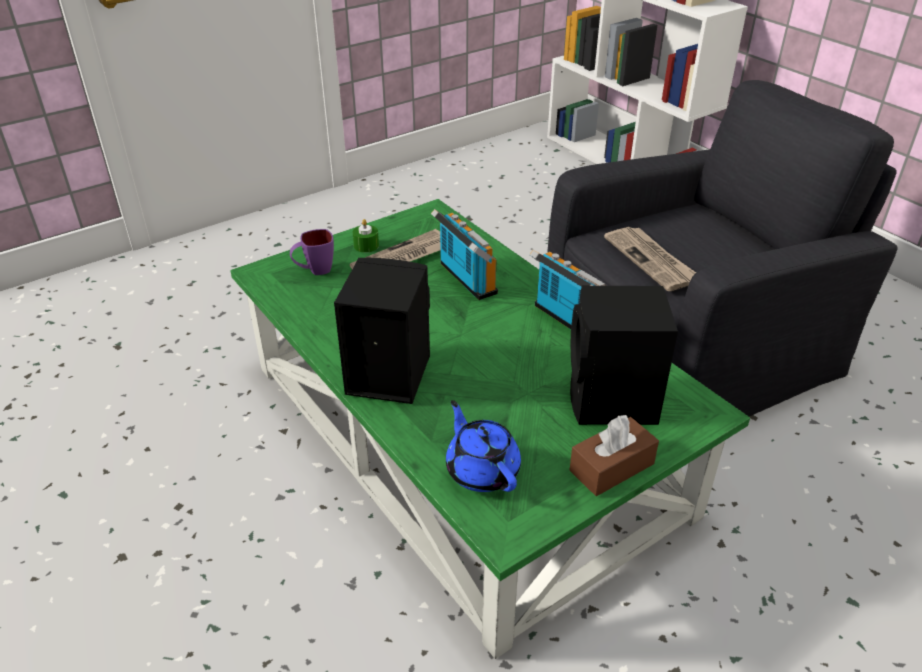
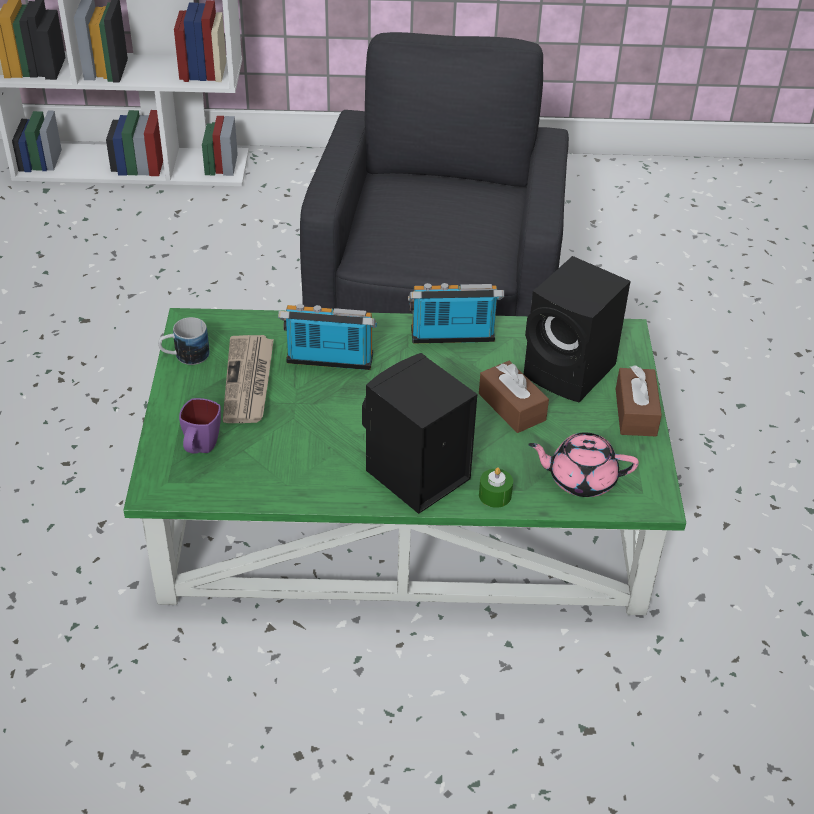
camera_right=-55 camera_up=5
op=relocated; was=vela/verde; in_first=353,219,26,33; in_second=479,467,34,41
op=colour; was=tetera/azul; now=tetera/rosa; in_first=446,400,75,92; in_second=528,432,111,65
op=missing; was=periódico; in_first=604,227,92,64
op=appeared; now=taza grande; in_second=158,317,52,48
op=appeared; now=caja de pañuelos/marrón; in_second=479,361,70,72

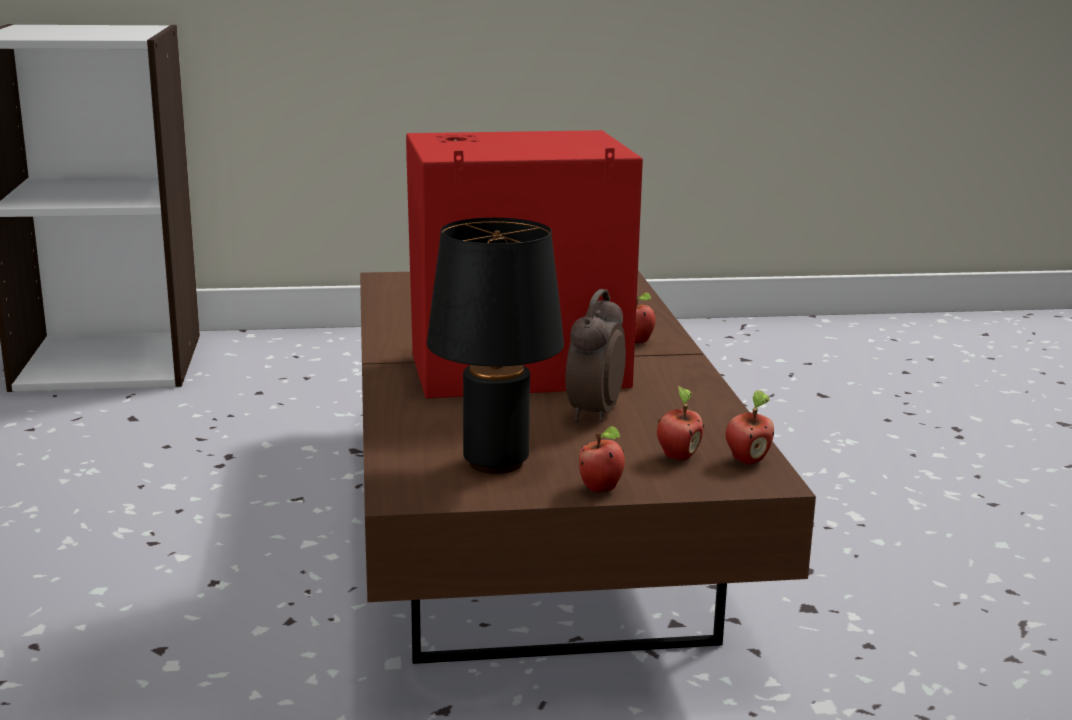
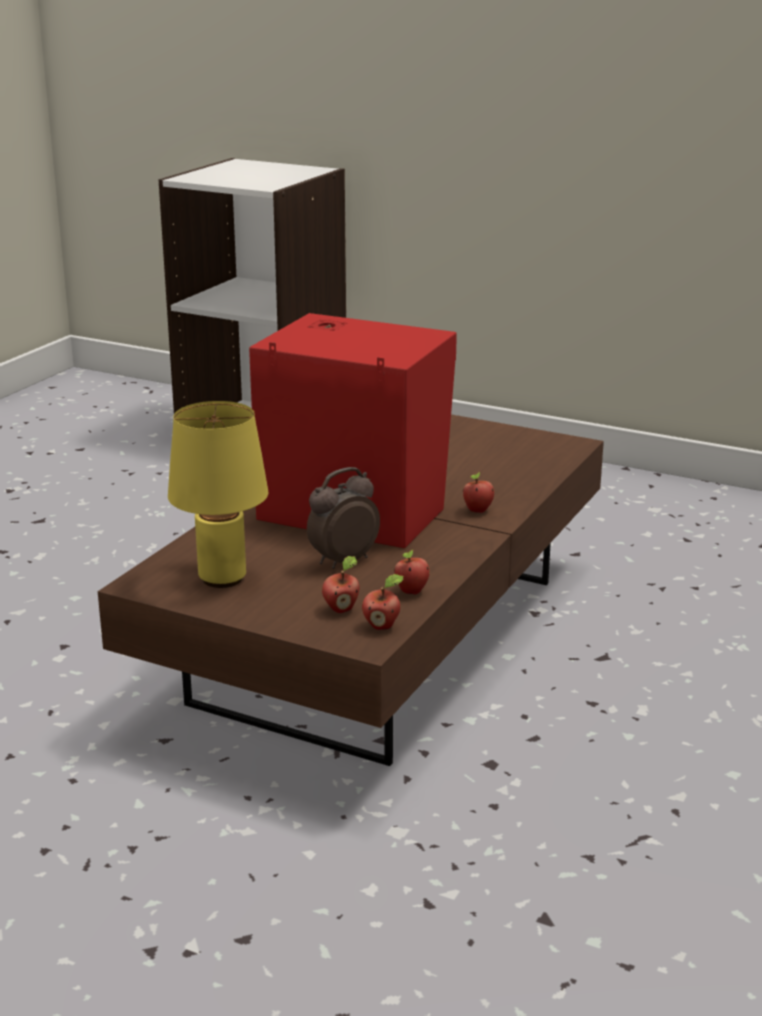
camera_right=35 camera_up=5
op=colour; was=lámpara de mesa/negro; now=lámpara de mesa/amarillo; in_first=427,218,137,256; in_second=168,401,100,187
op=relocated; was=manzana; in_first=579,426,46,67; in_second=394,549,36,45

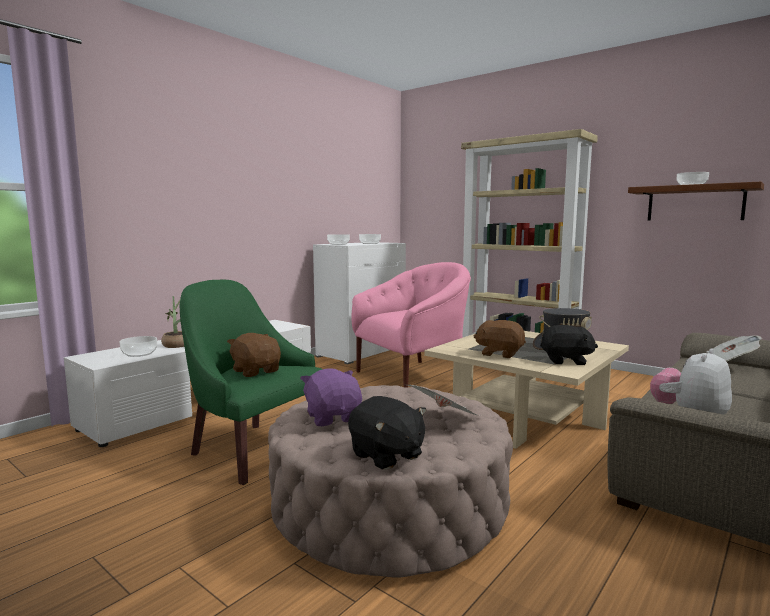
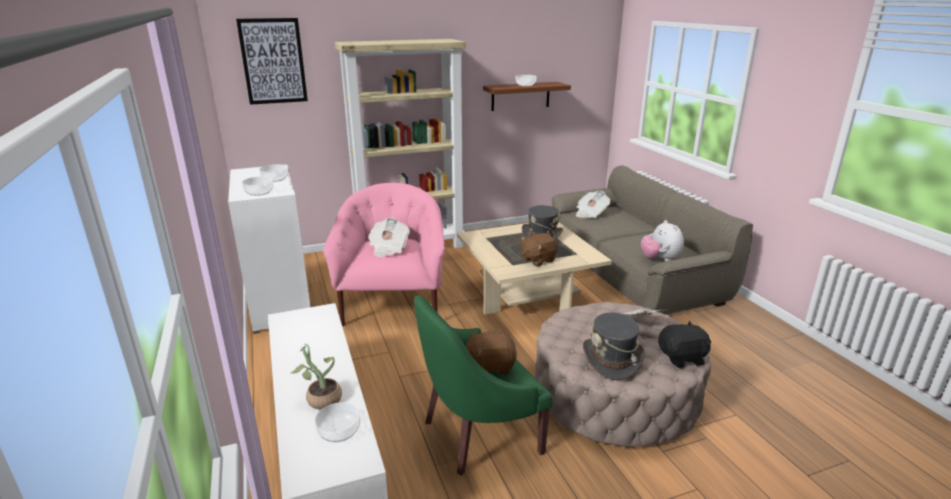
camera_right=-60 camera_up=15
op=exchanged; was=peluche/morado; now=sombrero/gris; in_first=300,368,62,58; in_second=583,312,62,68
op=missing; was=peluche/negro; in_first=540,325,58,40
op=appeared; now=cuadro; in_second=236,18,72,87
op=appeared; now=periódico; in_second=368,218,42,39

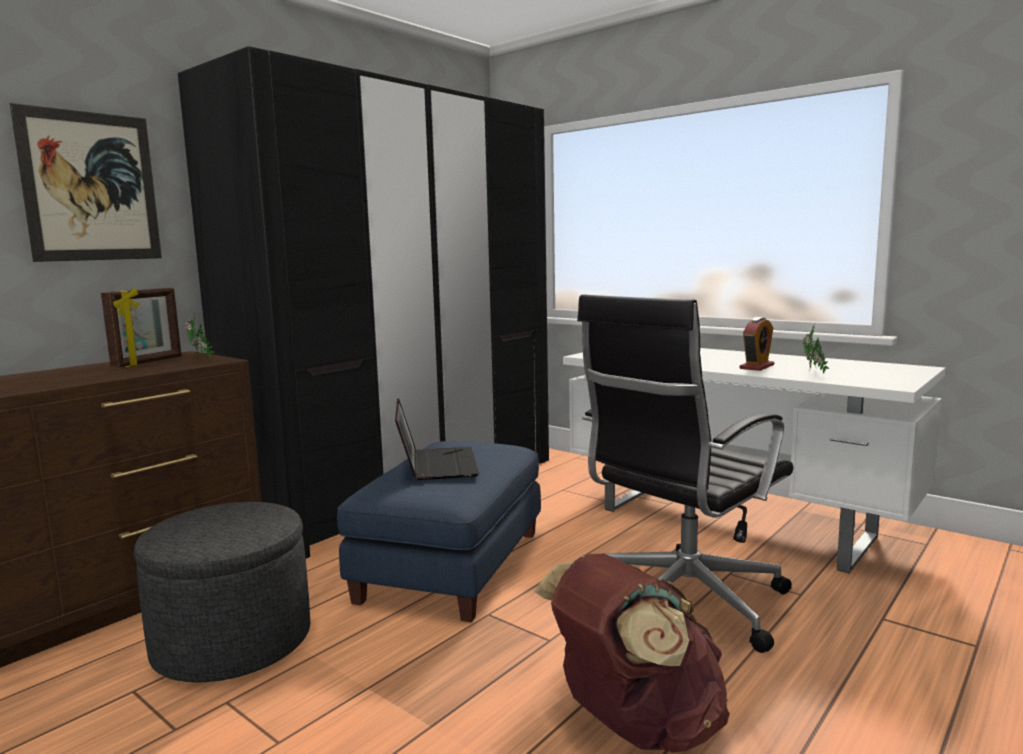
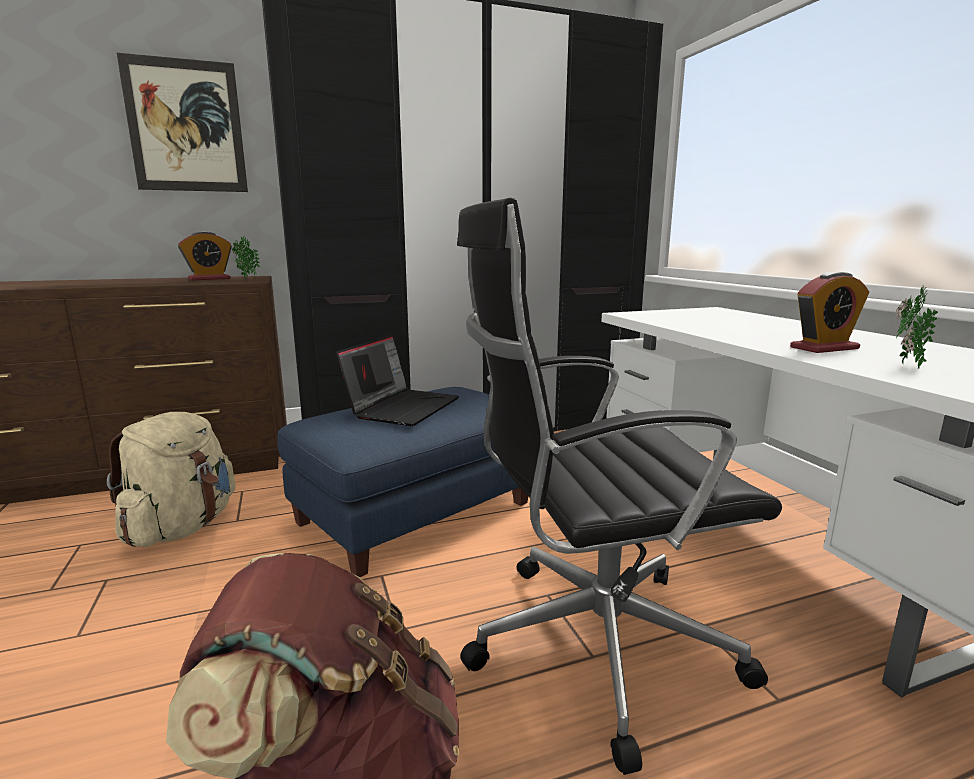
camera_right=30 camera_up=5
op=exchanged; was=portarretratos; now=despertador; in_first=101,288,81,79; in_second=178,231,54,49
op=exchanged; was=puf/gris; now=mochila/beis; in_first=134,502,176,180; in_second=107,412,129,135

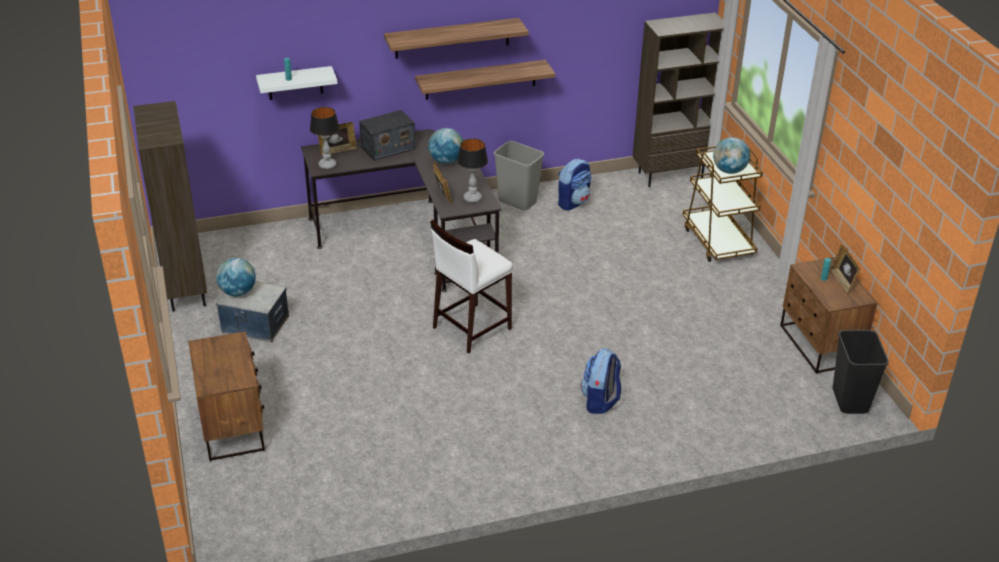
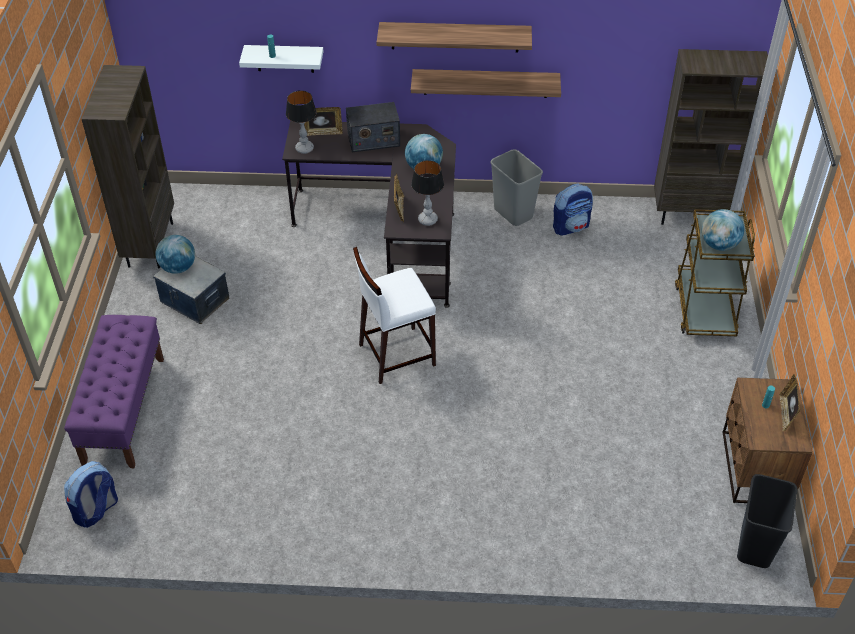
camera_right=20 camera_up=10
op=exchanged; was=mesita de noche/marrón; now=banco/morado; in_first=188,331,77,130; in_second=64,315,100,153
op=relocated; was=mochila; in_first=581,348,40,66; in_second=64,461,54,67

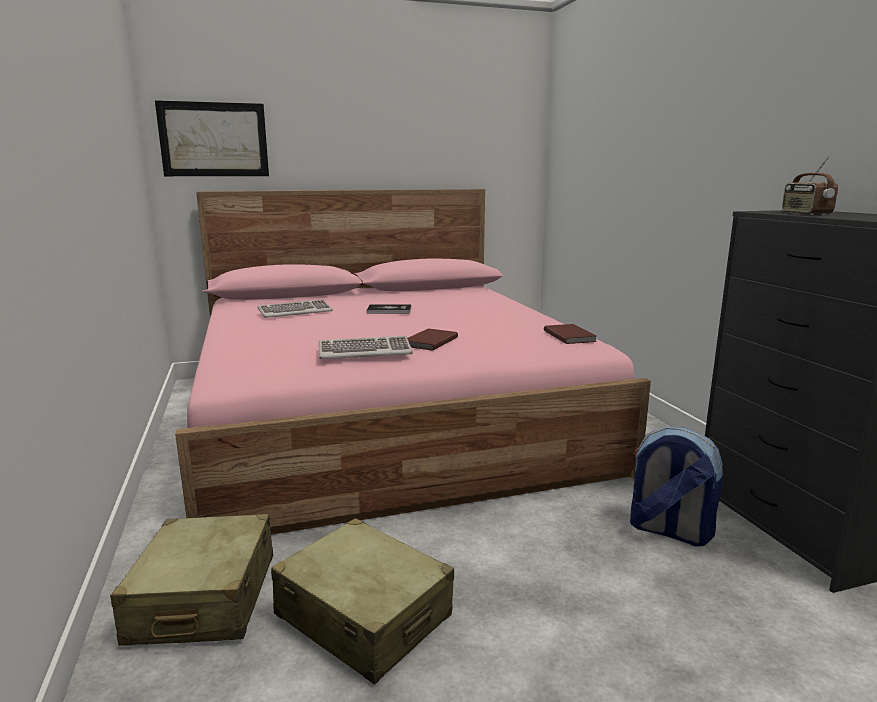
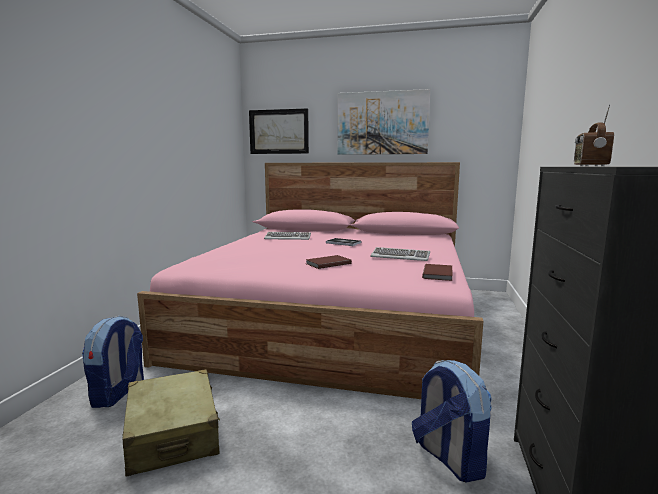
camera_right=30 camera_up=-5
op=exchanged; was=maleta/beis; now=mochila; in_first=110,514,163,132; in_second=82,316,62,92
op=relocated; was=teclado; in_first=319,336,94,23; in_second=370,247,60,14
op=appeared; now=cuadro; in_second=338,89,92,66

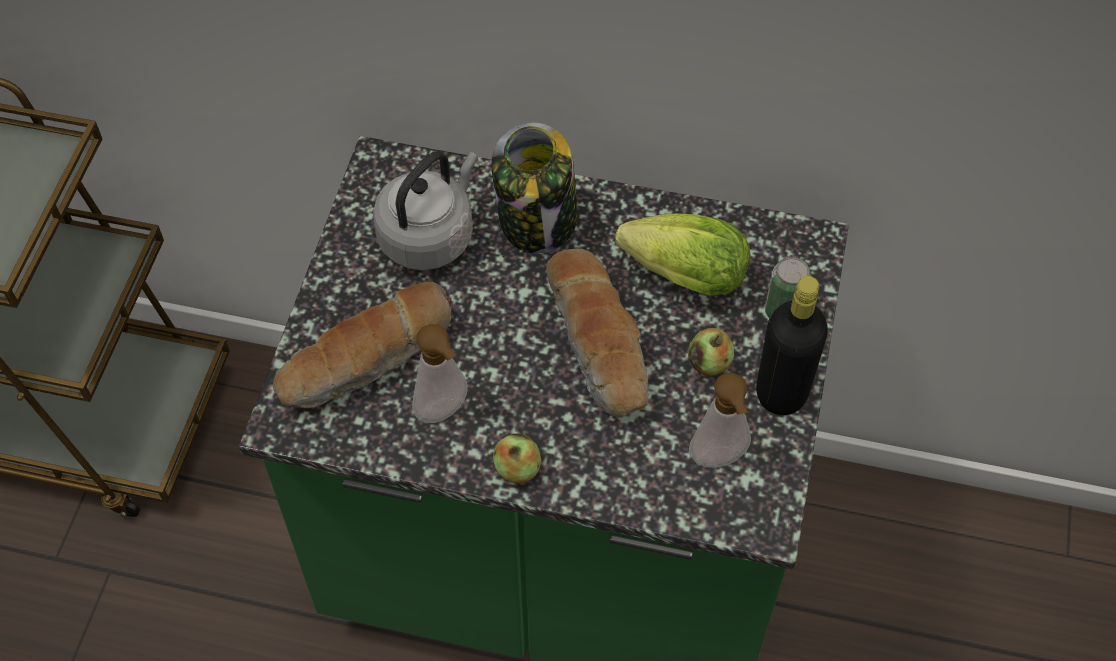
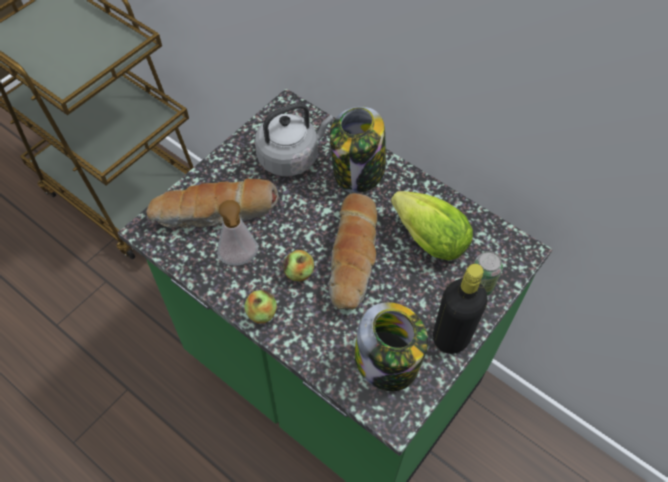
camera_right=25 camera_up=0
op=relocated; was=manzana; in_first=688,328,46,48; in_second=283,250,31,32
op=exchanged; was=dispensador de jabón; now=tarro; in_first=689,373,62,95; in_second=355,302,73,89

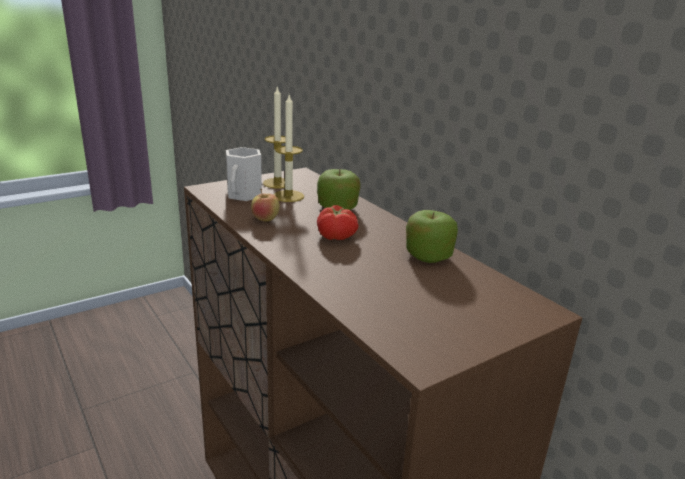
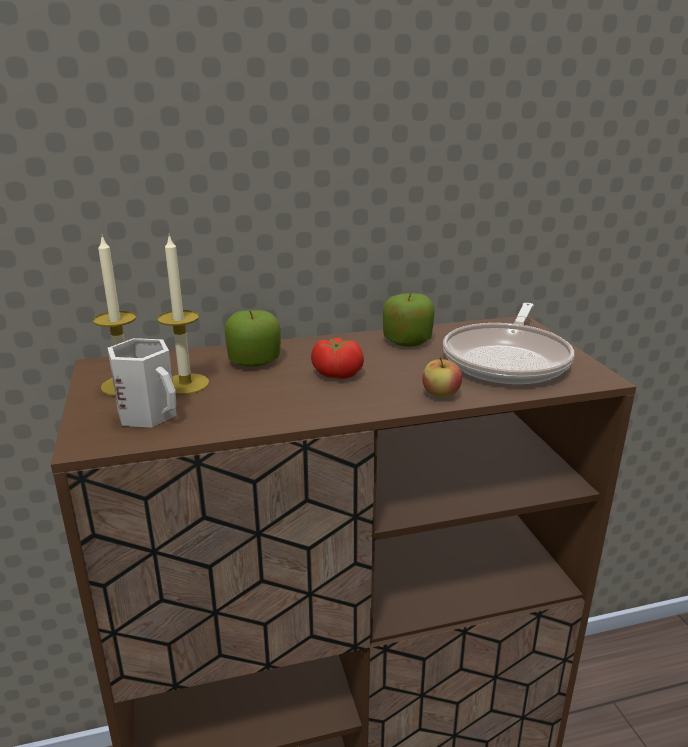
camera_right=-70 camera_up=0
op=relocated; was=manzana; in_first=251,189,29,32; in_second=422,357,40,41
op=appeared; now=sartén; in_second=443,303,131,81

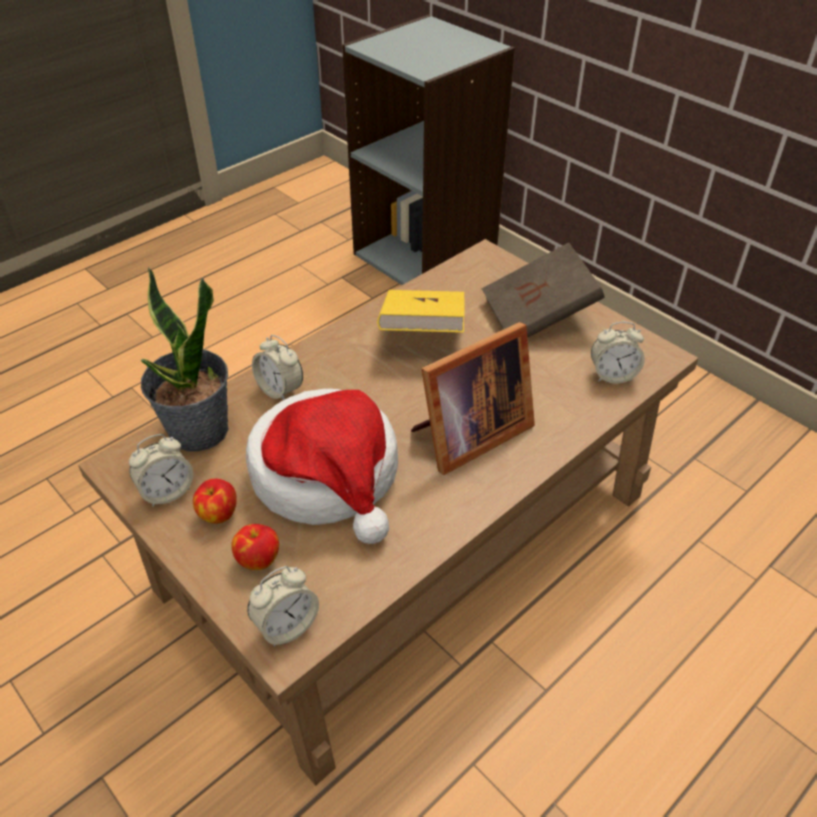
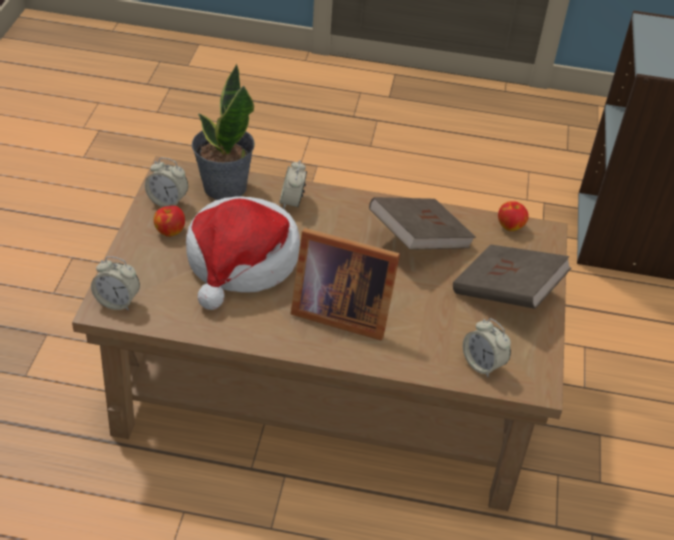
camera_right=50 camera_up=0
op=relocated; was=manzana; in_first=231,524,48,46; in_second=498,201,31,30
op=colour; was=libro/amarillo; now=libro/marrón; in_first=377,290,88,43; in_second=369,197,107,53

